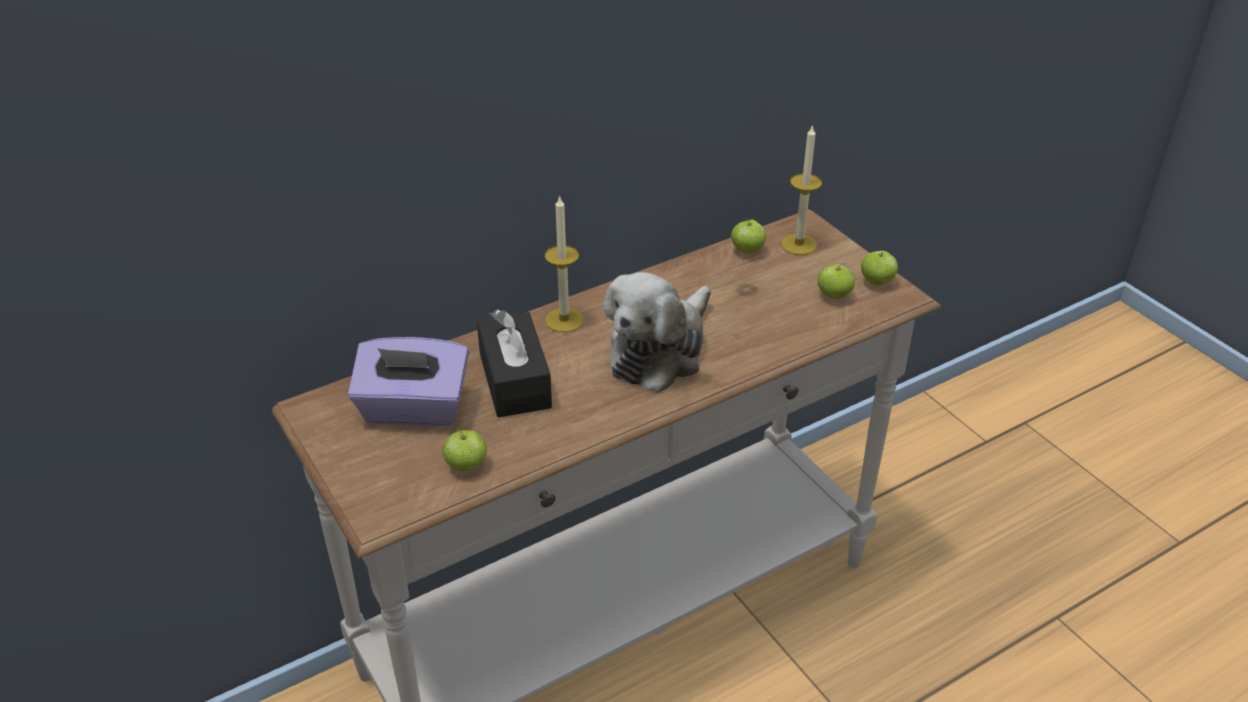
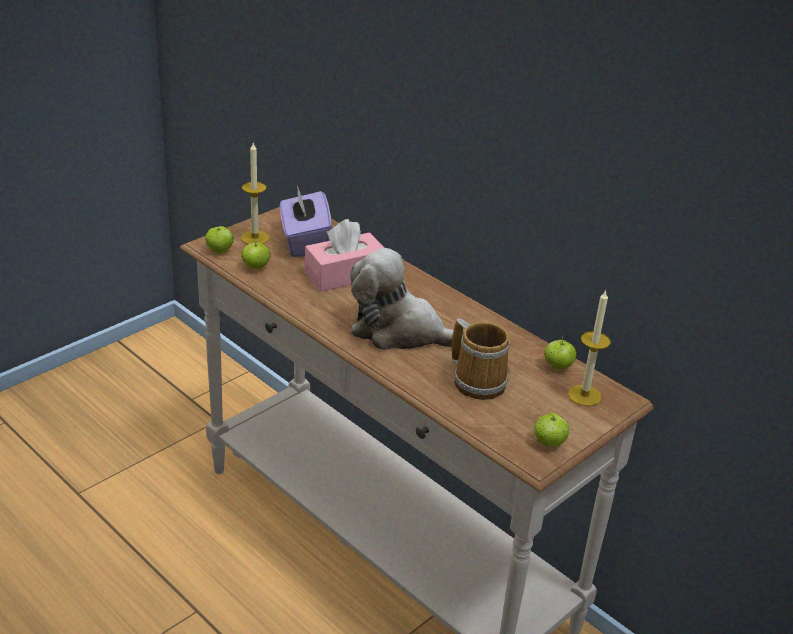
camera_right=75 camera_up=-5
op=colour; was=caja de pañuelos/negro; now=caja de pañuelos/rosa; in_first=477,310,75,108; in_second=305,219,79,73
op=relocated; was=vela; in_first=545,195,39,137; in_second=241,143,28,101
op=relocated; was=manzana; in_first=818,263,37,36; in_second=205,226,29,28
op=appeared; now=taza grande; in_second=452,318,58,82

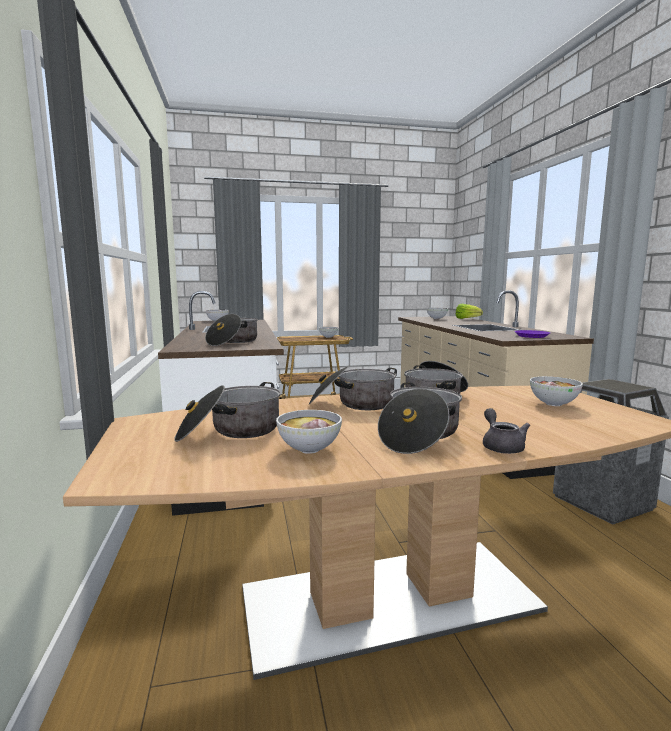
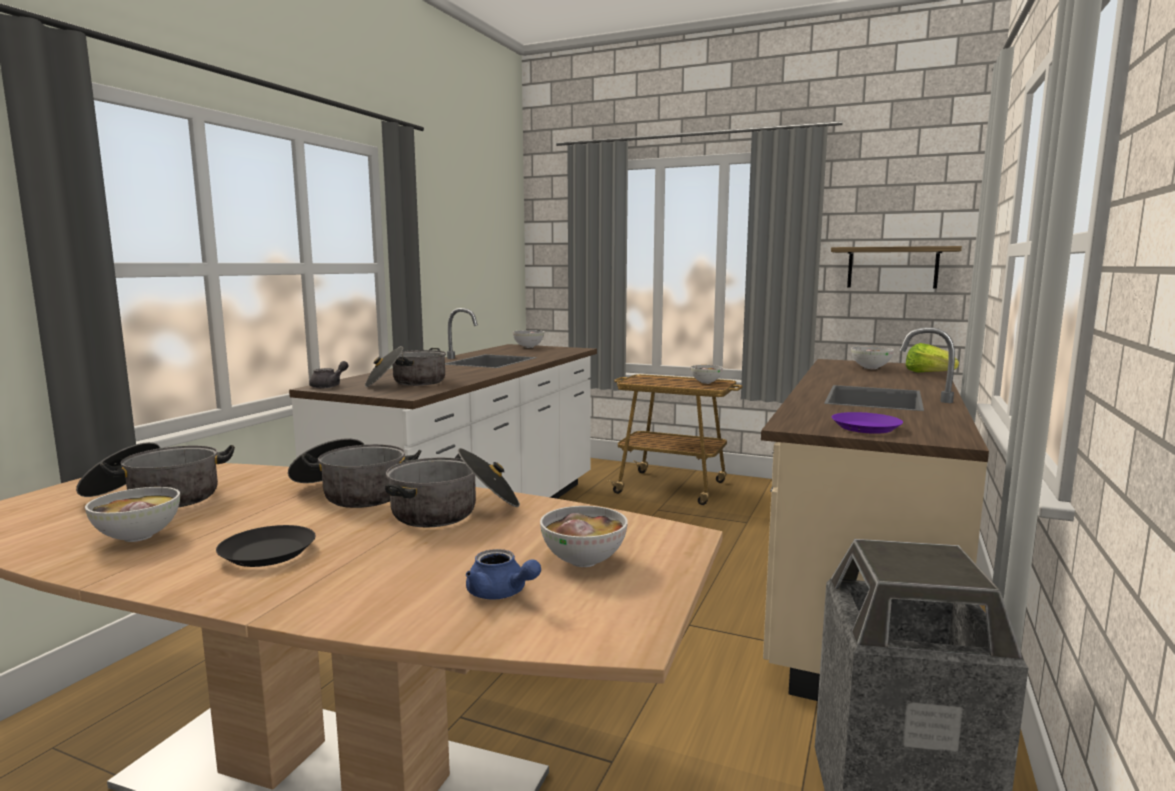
camera_right=35 camera_up=0
op=exchanged; was=olla; now=plato/negro; in_first=378,383,84,71; in_second=216,525,100,42
op=relocated; was=tetera/gris; in_first=483,408,47,46; in_second=309,361,40,27
op=appeared; now=tetera/azul; in_second=466,549,75,51
op=appeared; now=estante; in_second=831,246,131,43

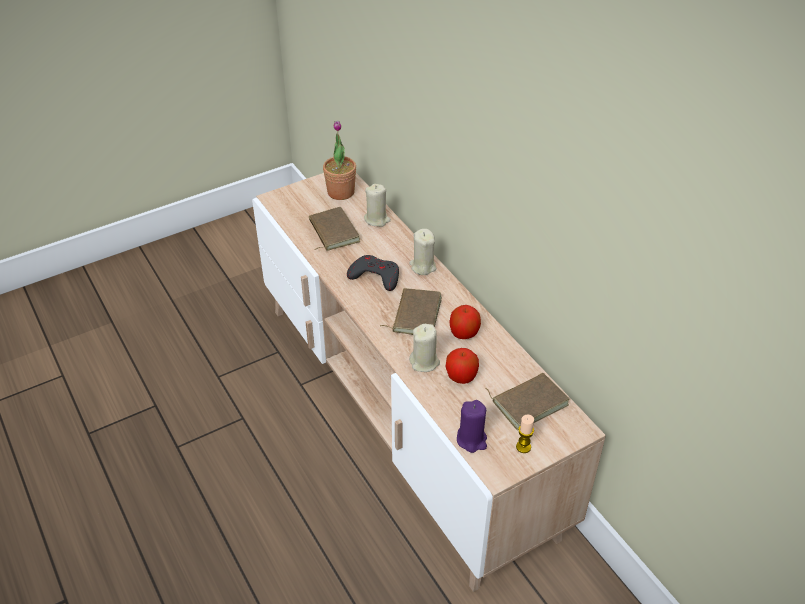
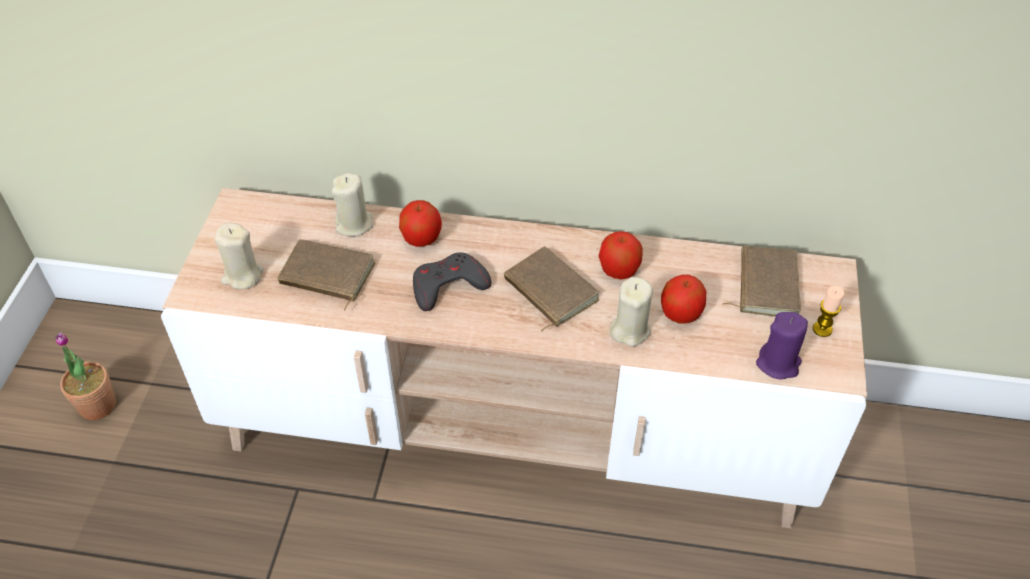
camera_right=-50 camera_up=5
op=relocated; was=planta en maceta; in_first=323,121,33,79; in_second=55,332,61,88
op=relocated; was=vela/beis; in_first=409,229,28,46; in_second=215,223,49,66
op=appeared; now=manzana; in_second=399,200,43,47

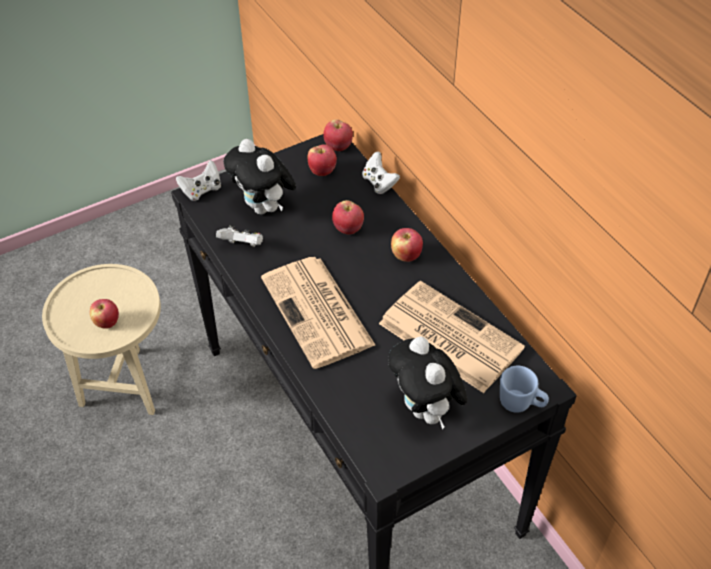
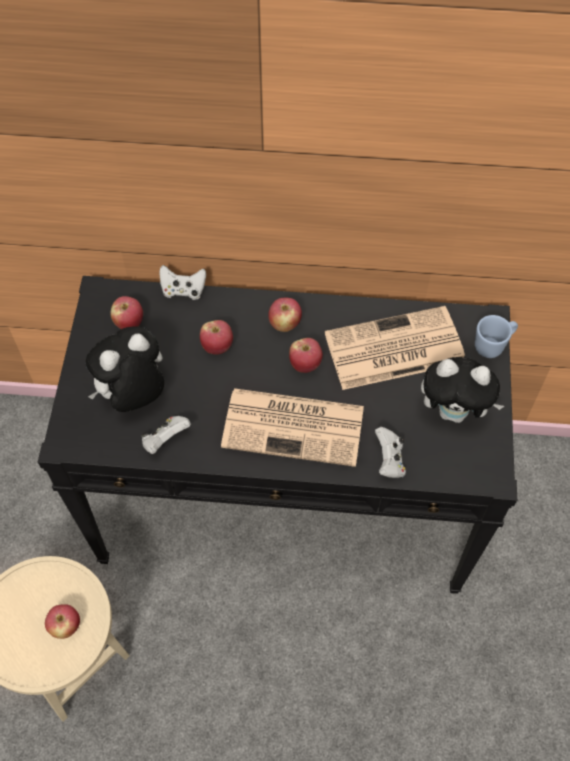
camera_right=-55 camera_up=10
op=relocated; was=mando de consola/blanco; in_first=176,160,45,41; in_second=375,427,31,51
op=spun; was=peluche; in_first=223,139,73,75; in_second=86,326,78,86; clockwise=150
op=relocated; was=manzana; in_first=323,119,30,32; in_second=289,338,34,35

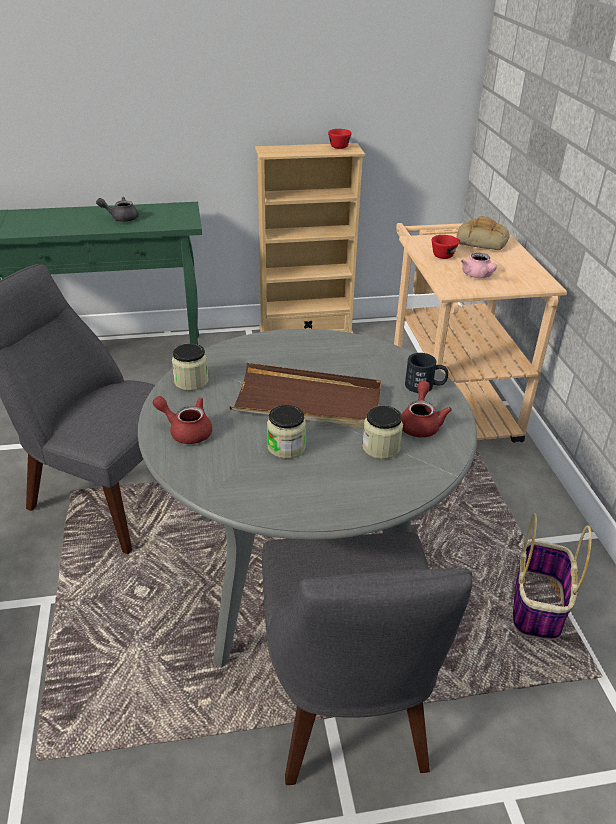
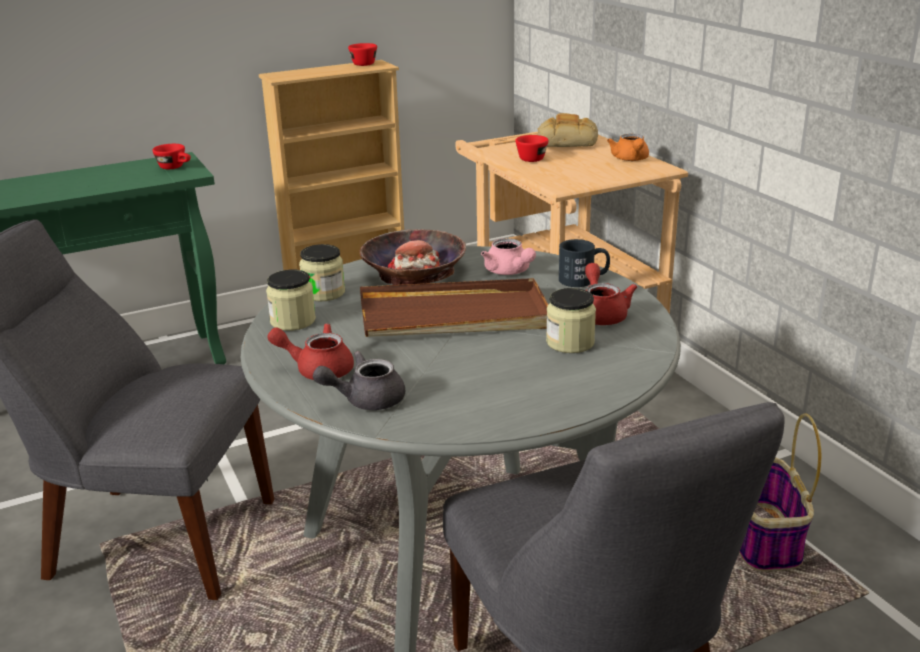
camera_right=-15 camera_up=-10
op=relocated; was=tetera/gris; in_first=96,197,43,25; in_second=313,351,92,59
op=relocated; was=tarro; in_first=267,405,39,54; in_second=299,244,46,58
op=relocated; was=tetera/rosa; in_first=461,253,36,25; in_second=481,238,55,37
op=appeared; now=taza/rojo; in_second=152,144,39,25
op=appeared; now=cuenco; in_second=360,229,106,56
op=appeared; now=tetera/naranja; in_second=607,134,42,27

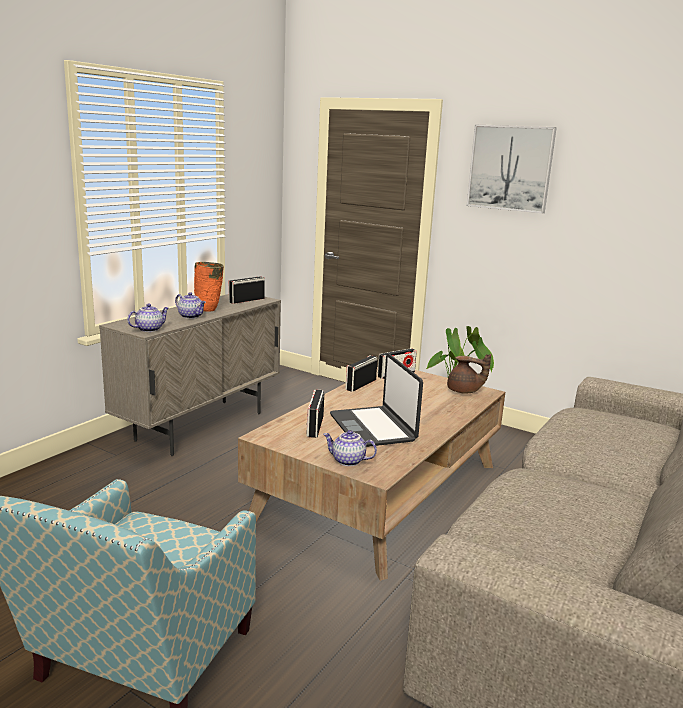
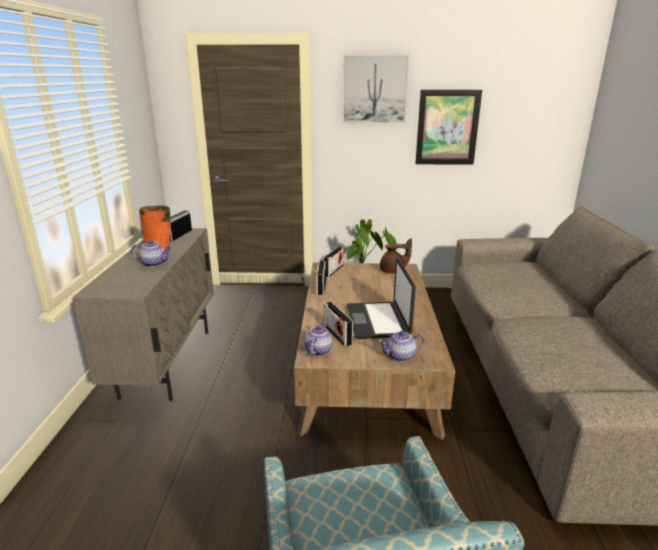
camera_right=-30 camera_up=5
op=relocated; was=tetera; in_first=127,304,42,28; in_second=304,322,29,34
op=spun; was=portátil; in_first=330,354,93,93; in_second=347,259,69,80; clockwise=45
op=appeared; now=cuadro; in_second=415,90,67,75

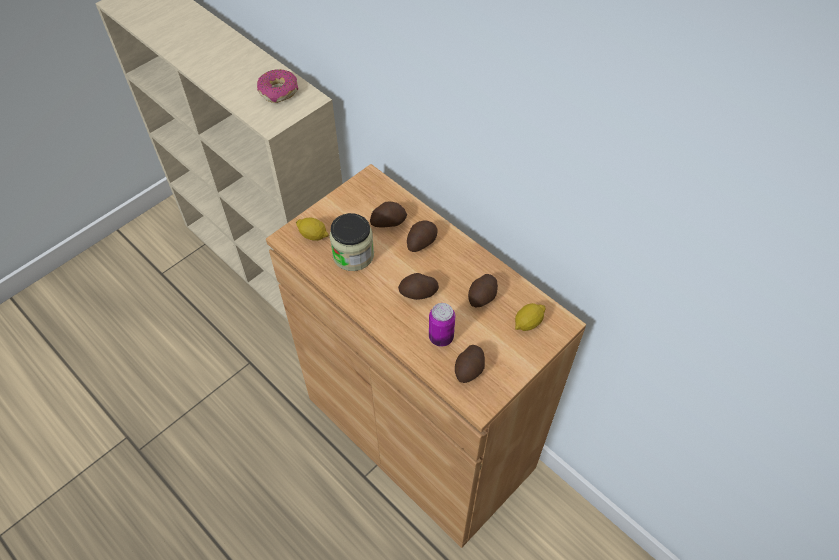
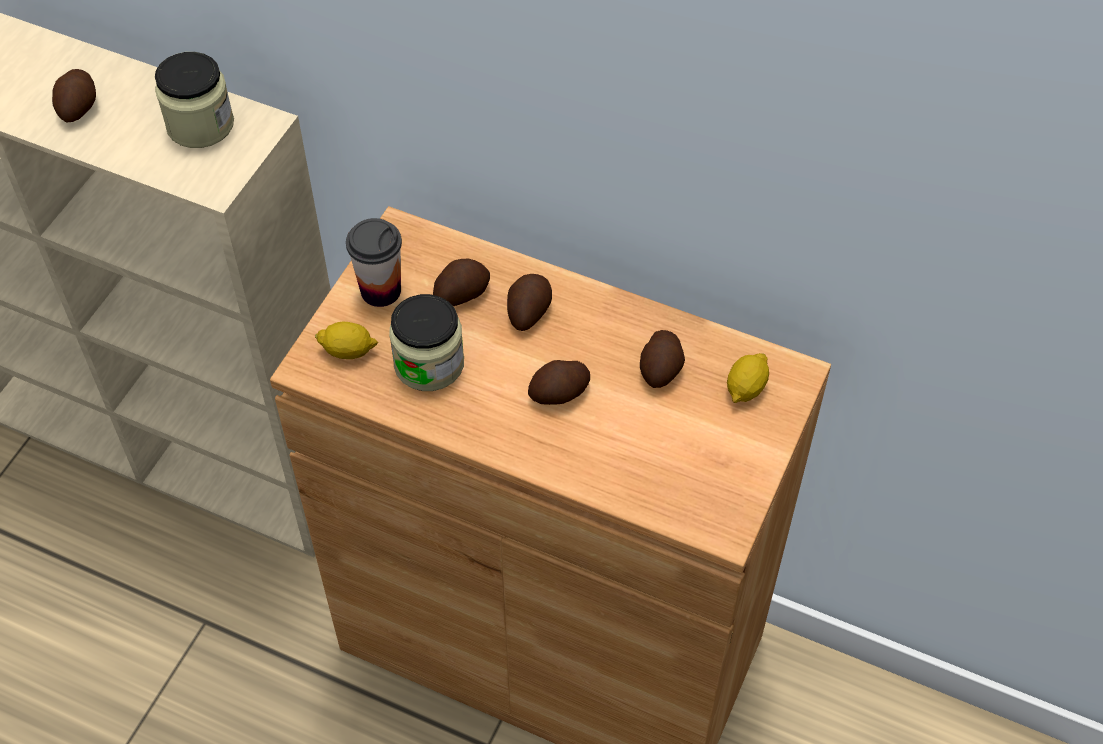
camera_right=-20 camera_up=0
op=exchanged; was=rosquilla; now=tarro; in_first=257,69,41,34; in_second=155,52,79,96
op=missing; was=lata; in_first=429,303,26,43
op=relocated; was=patata; in_first=455,345,30,38; in_second=52,69,44,53
op=appeared; now=taza; in_second=346,218,56,89

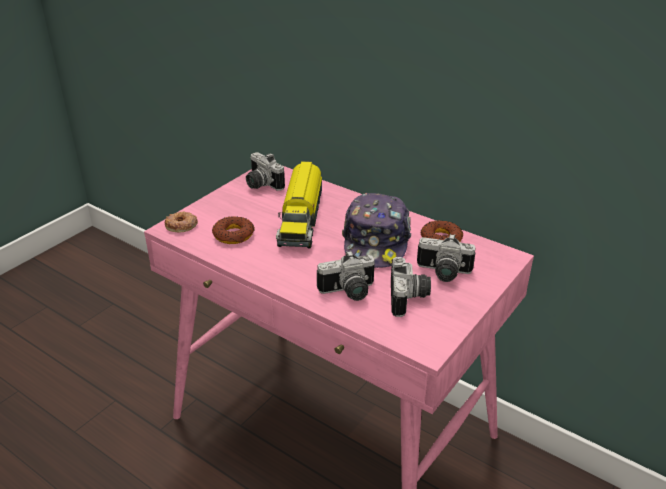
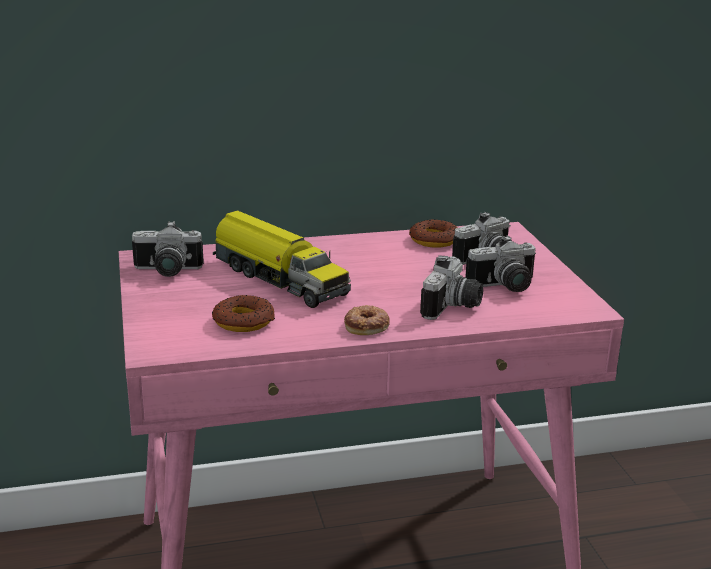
camera_right=-50 camera_up=-10
op=relocated; was=rosquilla; in_first=165,211,33,21; in_second=344,305,46,30
op=missing; was=gorra; in_first=342,193,69,75
op=spun; was=cámara; in_first=391,257,40,60; in_second=466,235,70,57; clockwise=120

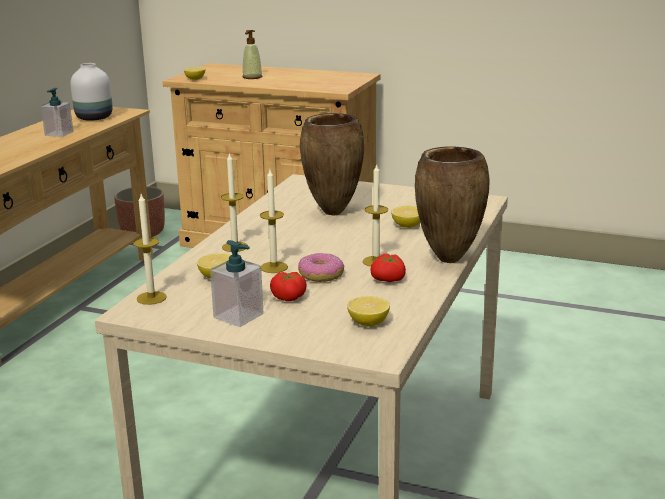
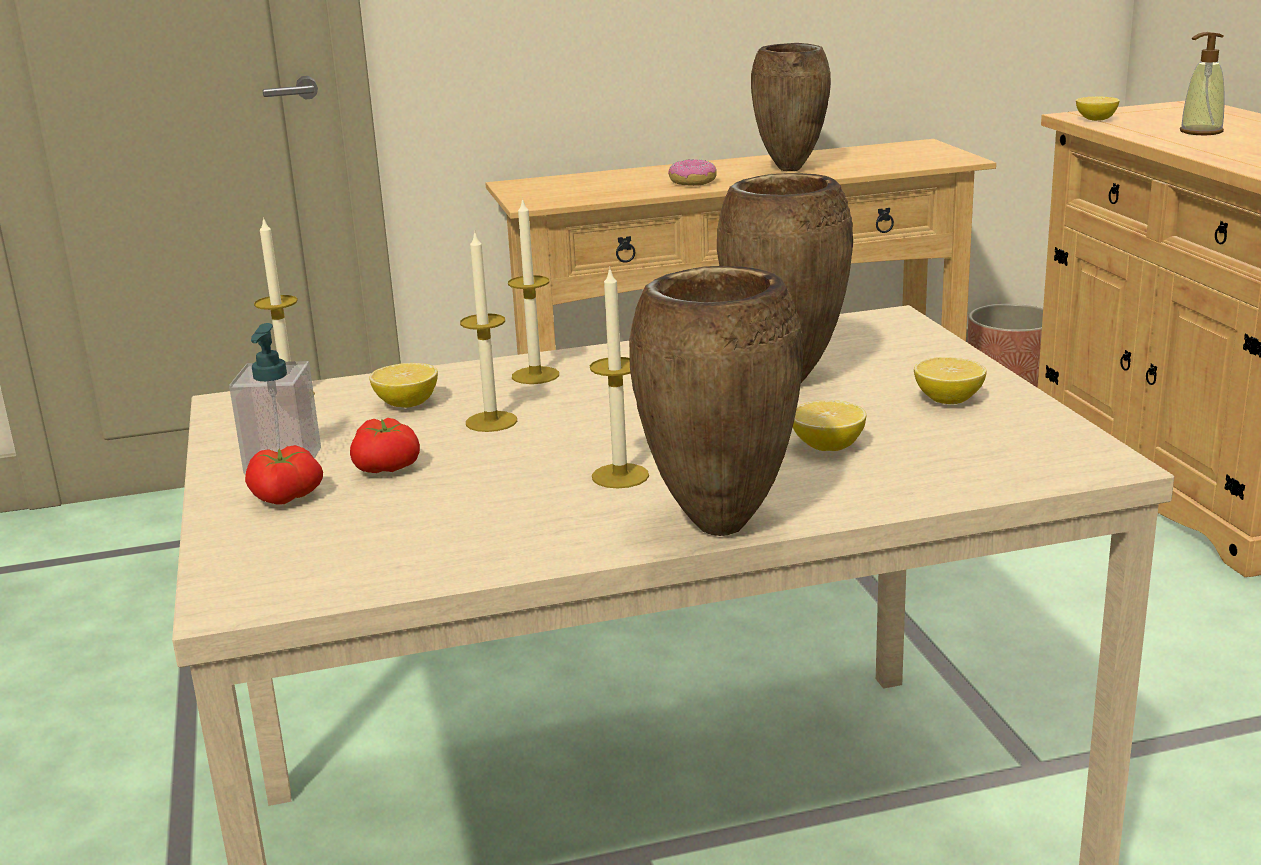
camera_right=55 camera_up=0
op=exchanged; was=dispensador de jabón; now=florero/marrón; in_first=41,88,32,49; in_second=751,43,80,128
op=missing; was=florero/blanco; in_first=70,63,43,58
op=relocated; was=rosquilla; in_first=298,253,46,29; in_second=668,159,49,27
op=relocated; was=limón; in_first=347,296,43,31; in_second=914,357,73,47
op=relocated; was=tomate; in_first=370,253,36,29; in_second=245,445,78,60

